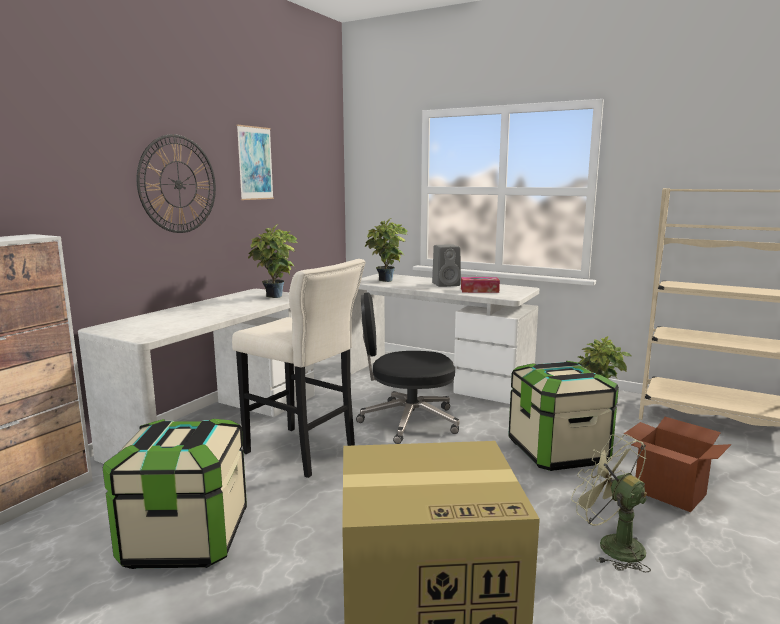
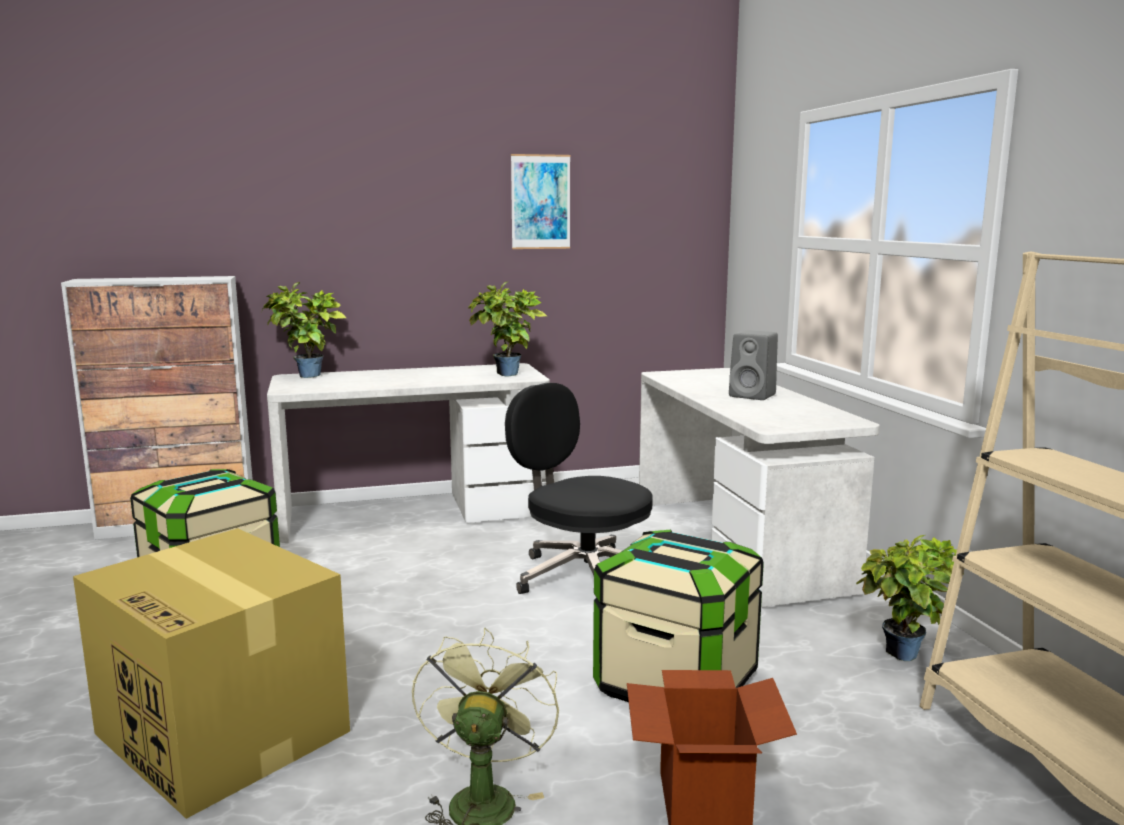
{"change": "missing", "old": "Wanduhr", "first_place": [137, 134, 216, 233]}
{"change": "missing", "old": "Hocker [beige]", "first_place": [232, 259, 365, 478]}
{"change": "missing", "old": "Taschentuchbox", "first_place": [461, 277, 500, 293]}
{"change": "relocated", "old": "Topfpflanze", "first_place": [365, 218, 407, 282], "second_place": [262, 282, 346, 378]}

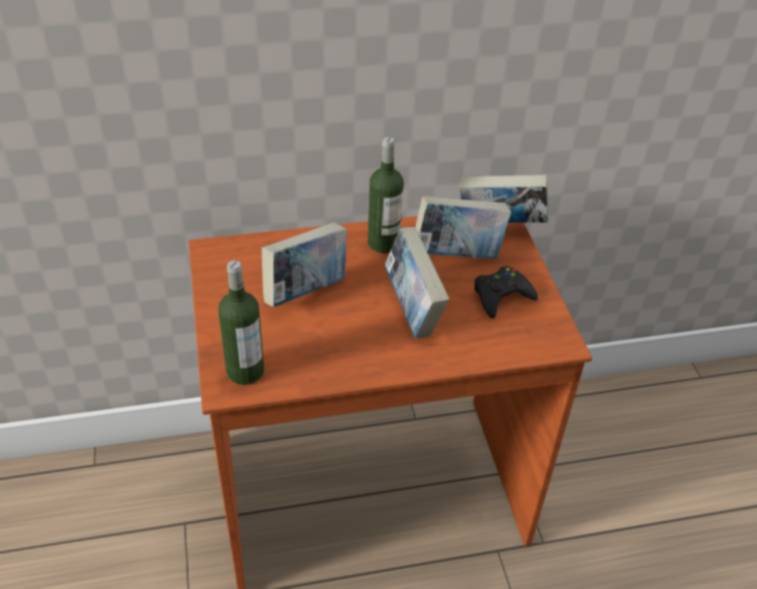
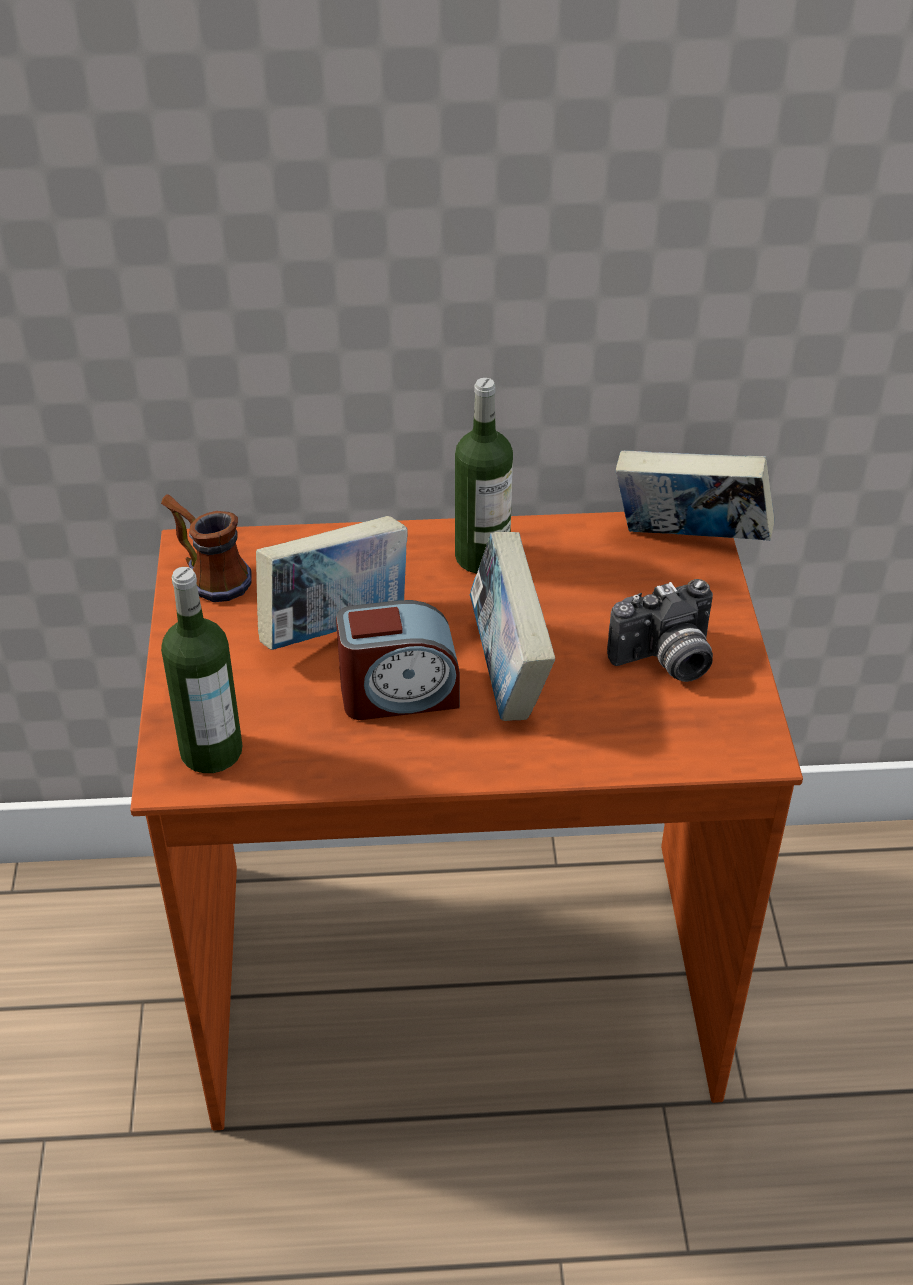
{"change": "missing", "old": "Buch", "first_place": [415, 196, 511, 259]}
{"change": "appeared", "new": "Henkelbecher", "second_place": [161, 494, 252, 602]}
{"change": "appeared", "new": "Wecker", "second_place": [336, 600, 460, 720]}
{"change": "exchanged", "old": "Gamepad [schwarz]", "new": "Kamera", "first_place": [474, 266, 538, 319], "second_place": [607, 579, 713, 682]}

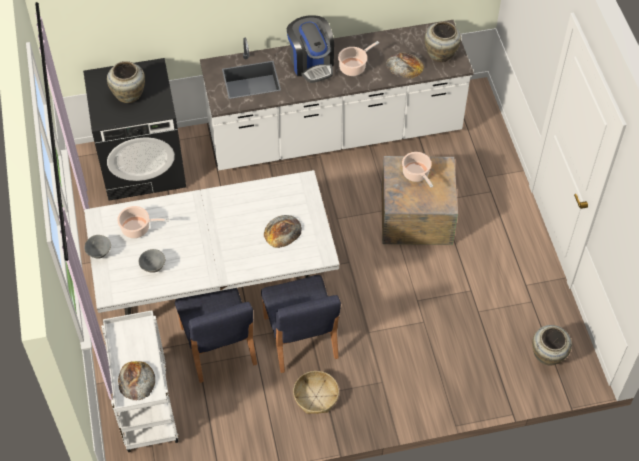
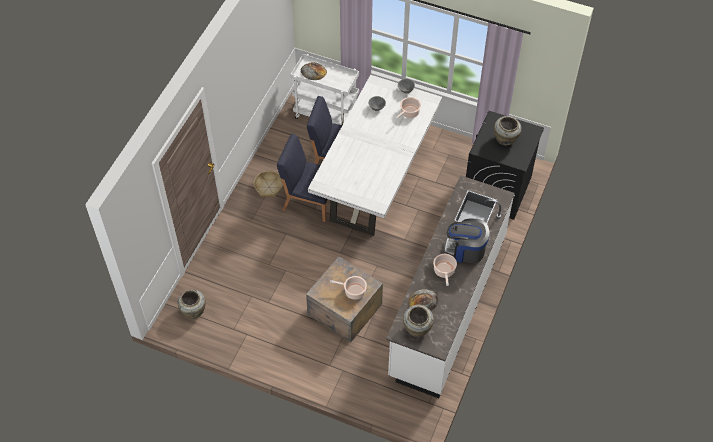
{"change": "missing", "old": "Brot", "first_place": [264, 215, 302, 248]}

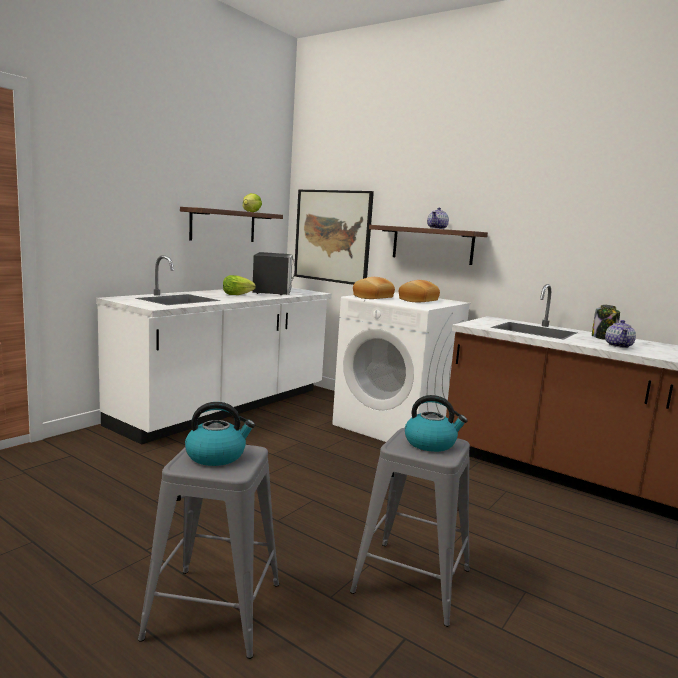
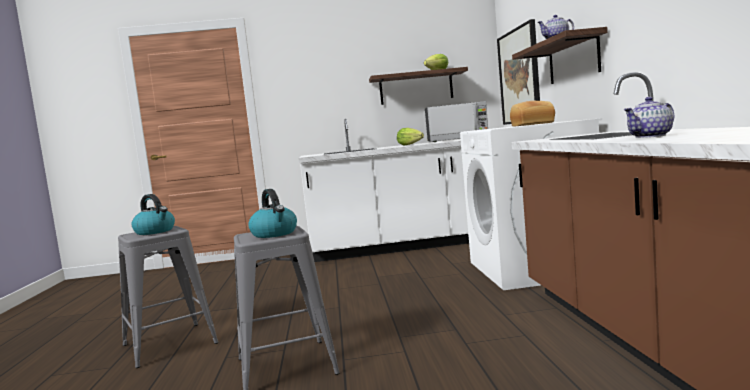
{"change": "missing", "old": "Brot", "first_place": [353, 277, 395, 299]}
{"change": "missing", "old": "Vorratsglas", "first_place": [592, 305, 620, 340]}
{"change": "spun", "old": "Mikrowelle", "first_place": [252, 252, 295, 295], "second_place": [425, 101, 488, 142], "degrees": 45}

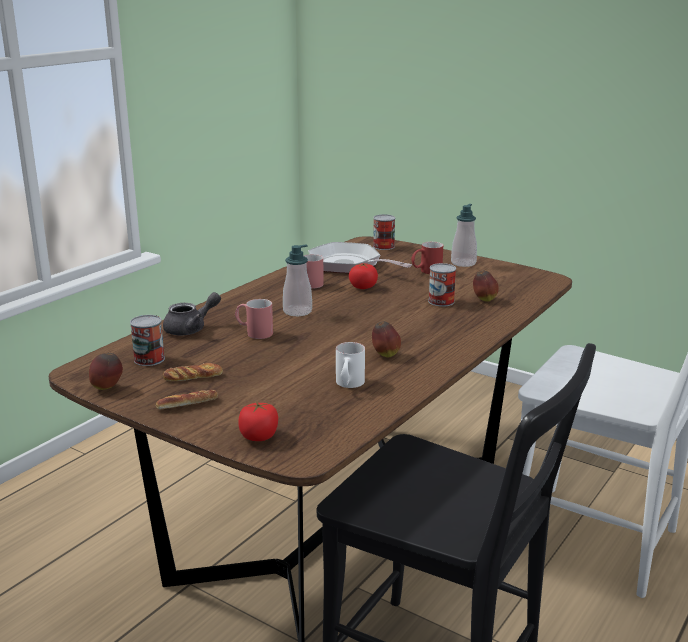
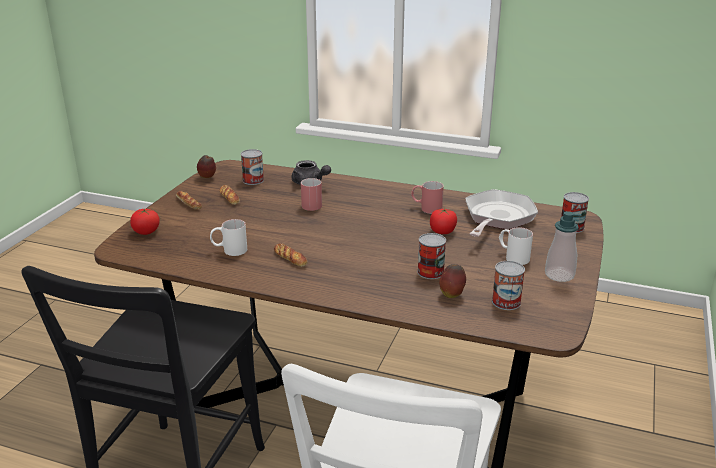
{"change": "missing", "old": "Seifenspender", "first_place": [283, 244, 312, 316]}
{"change": "appeared", "new": "Dose", "second_place": [492, 261, 525, 310]}
{"change": "exchanged", "old": "Apfel", "new": "Brot", "first_place": [372, 321, 401, 357], "second_place": [274, 243, 308, 267]}
{"change": "colour", "old": "Henkelbecher [rot]", "new": "Henkelbecher [weiß]", "first_place": [411, 242, 443, 274], "second_place": [499, 227, 533, 265]}

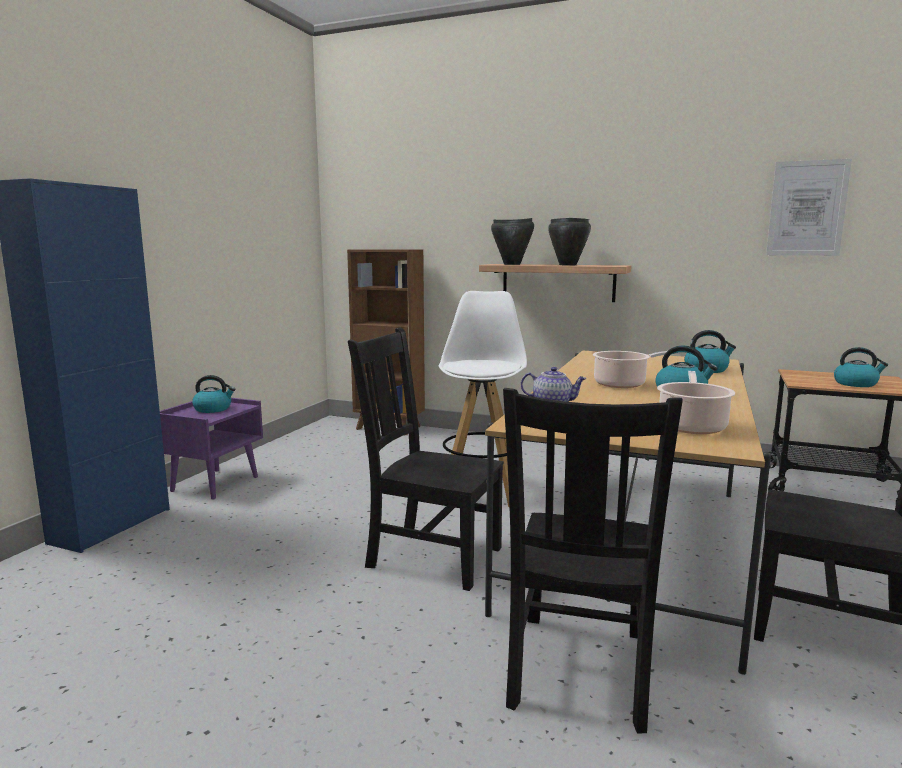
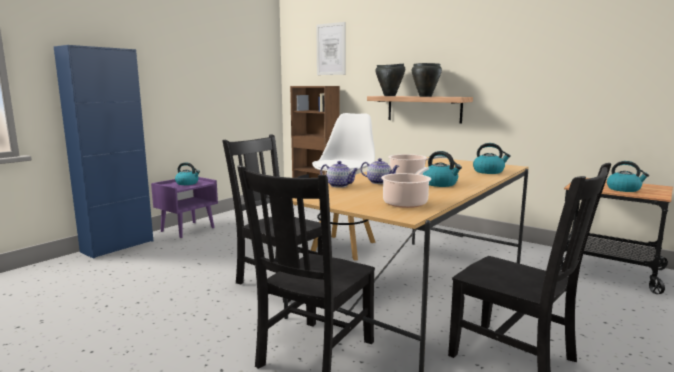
{"change": "appeared", "new": "Teekanne", "second_place": [360, 158, 400, 184]}
{"change": "relocated", "old": "Bild", "first_place": [766, 159, 852, 256], "second_place": [316, 22, 346, 75]}

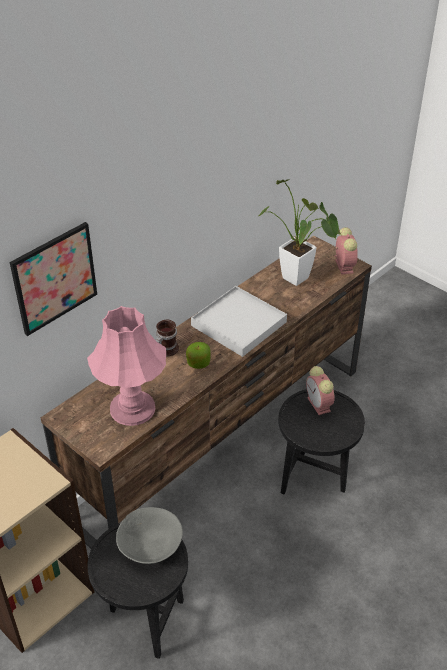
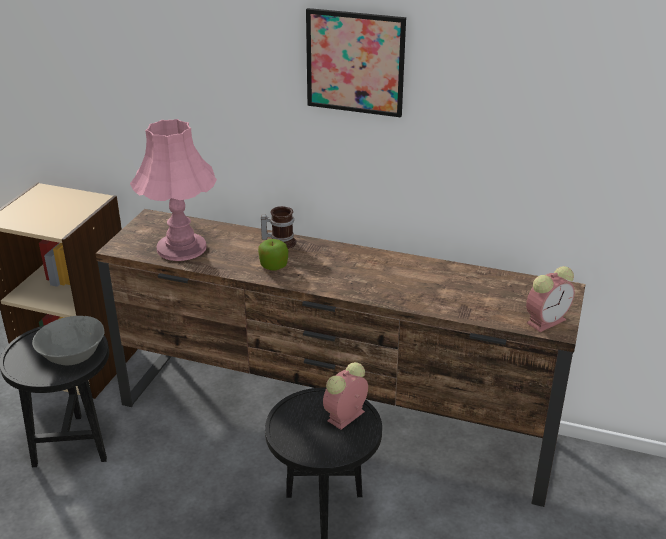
{"change": "missing", "old": "Tablett [weiß]", "first_place": [191, 286, 287, 357]}
{"change": "missing", "old": "Topfpflanze", "first_place": [258, 179, 341, 286]}
{"change": "relocated", "old": "Bild", "first_place": [10, 222, 97, 336], "second_place": [306, 8, 406, 117]}

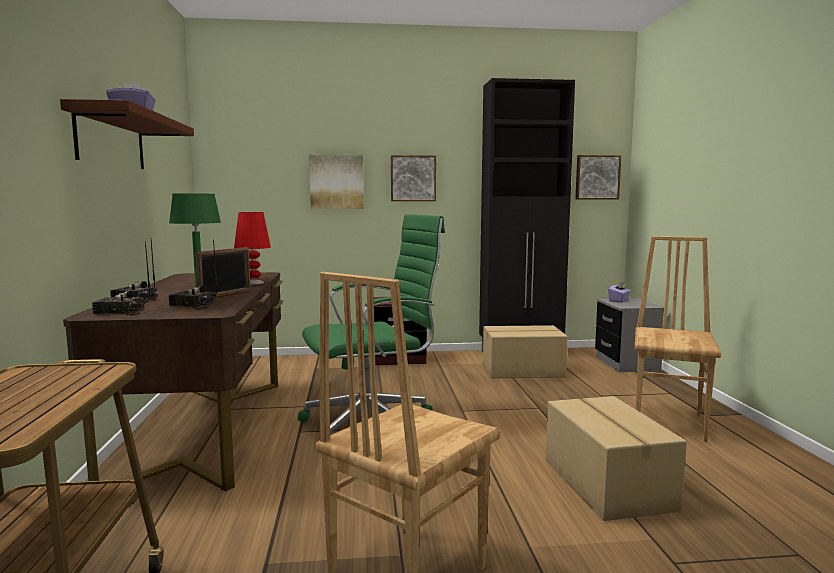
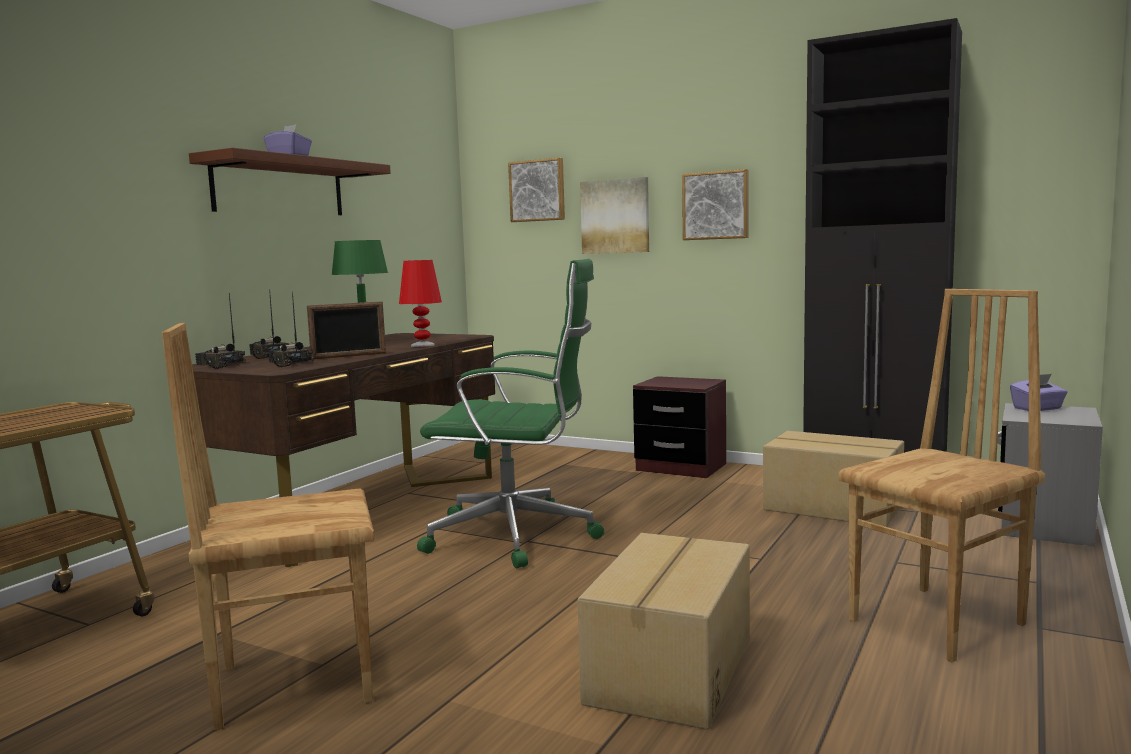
{"change": "relocated", "old": "Bild", "first_place": [575, 155, 621, 200], "second_place": [508, 158, 565, 222]}

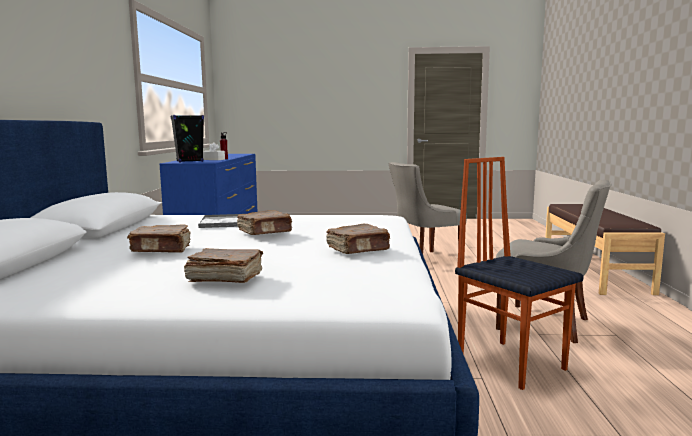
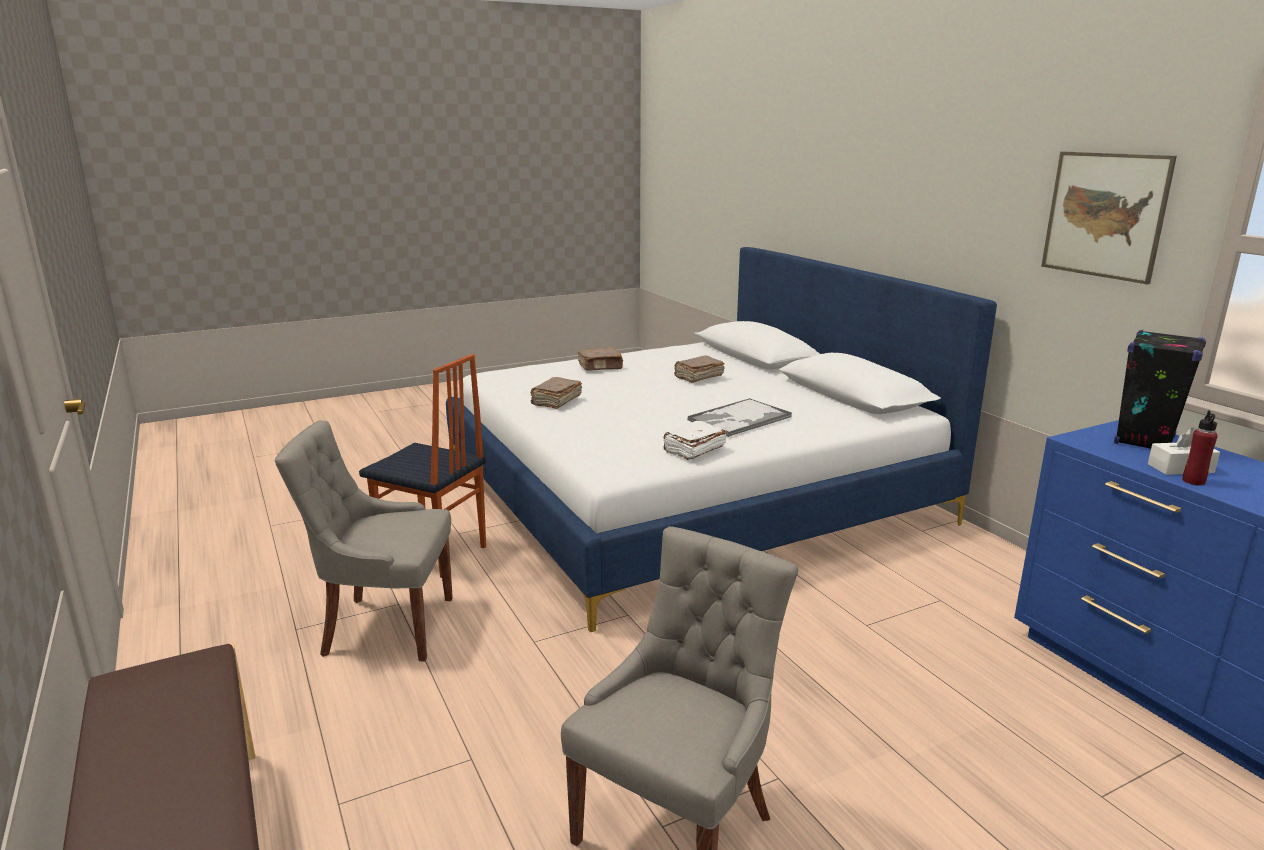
{"change": "missing", "old": "Buch [braun]", "first_place": [237, 210, 292, 235]}
{"change": "appeared", "new": "Buch [weiß]", "second_place": [663, 421, 727, 460]}
{"change": "appeared", "new": "Bild", "second_place": [1041, 151, 1177, 284]}

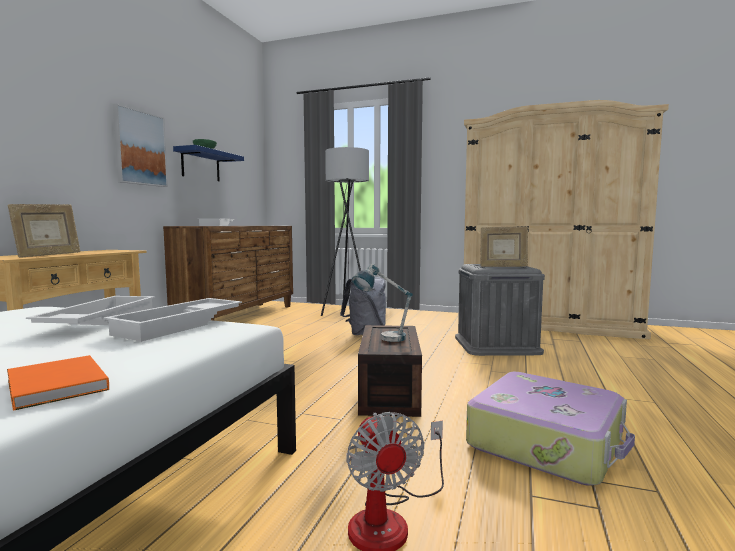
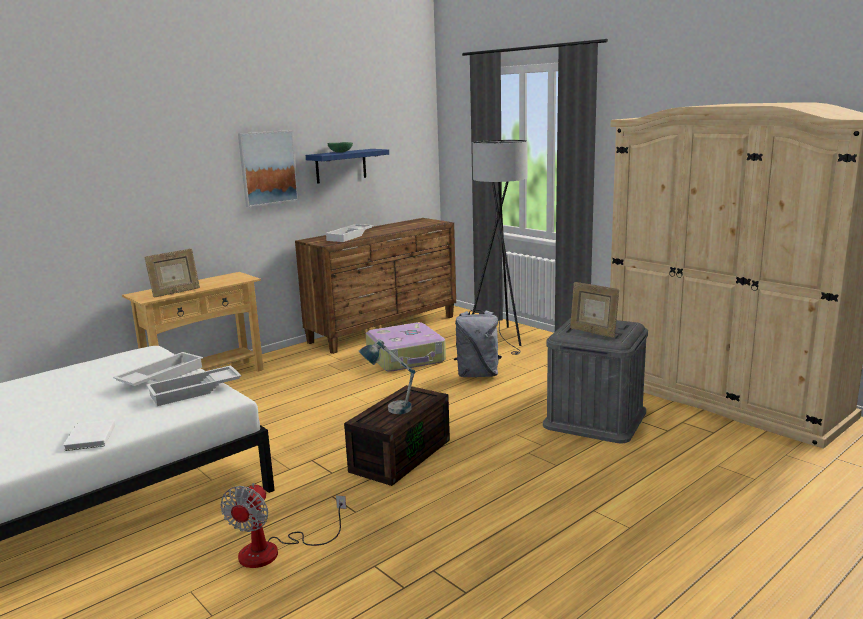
{"change": "relocated", "old": "Koffer", "first_place": [466, 372, 635, 486], "second_place": [366, 322, 446, 372]}
{"change": "colour", "old": "Buch [orange]", "new": "Buch [weiß]", "first_place": [7, 355, 109, 411], "second_place": [63, 419, 116, 451]}

